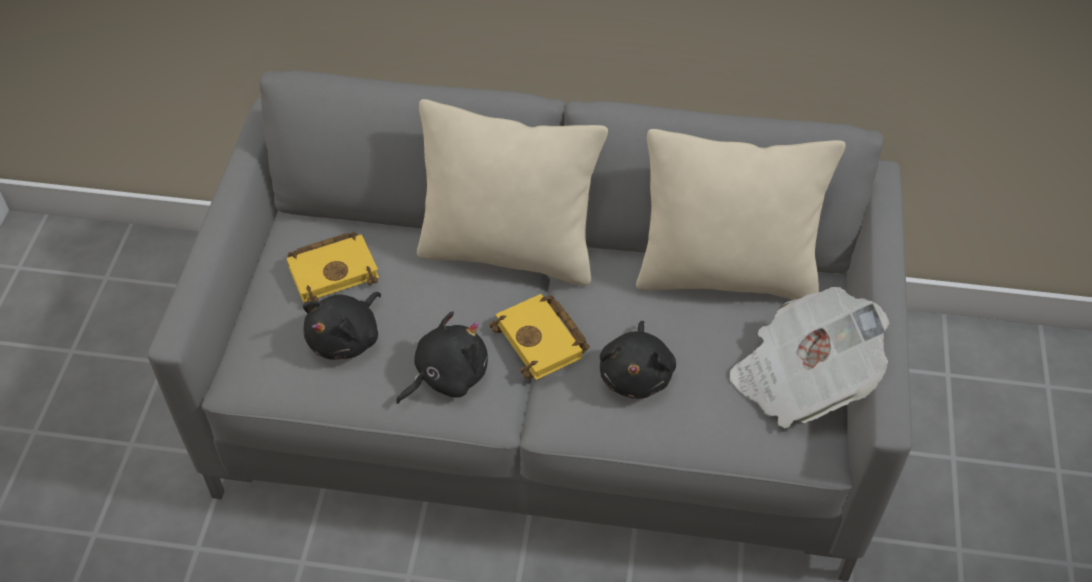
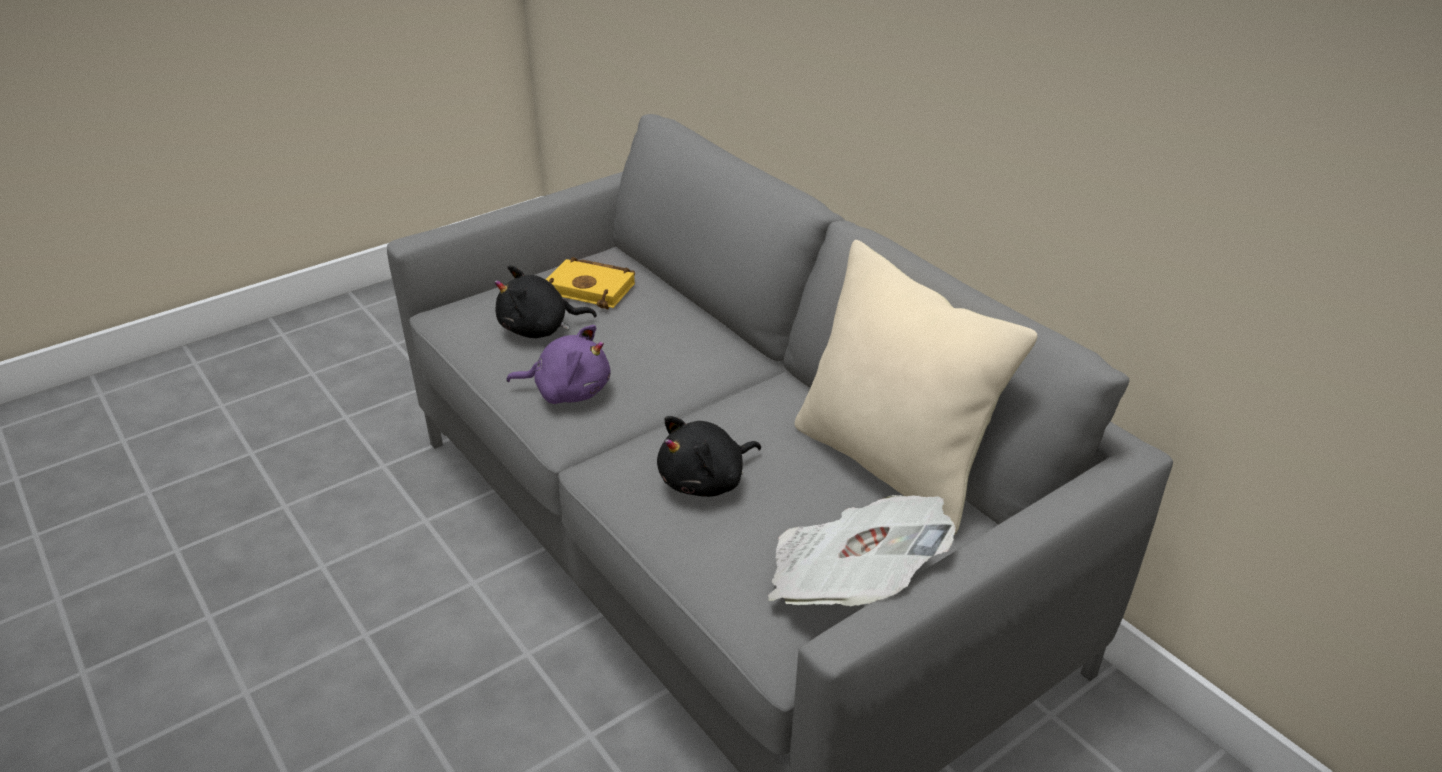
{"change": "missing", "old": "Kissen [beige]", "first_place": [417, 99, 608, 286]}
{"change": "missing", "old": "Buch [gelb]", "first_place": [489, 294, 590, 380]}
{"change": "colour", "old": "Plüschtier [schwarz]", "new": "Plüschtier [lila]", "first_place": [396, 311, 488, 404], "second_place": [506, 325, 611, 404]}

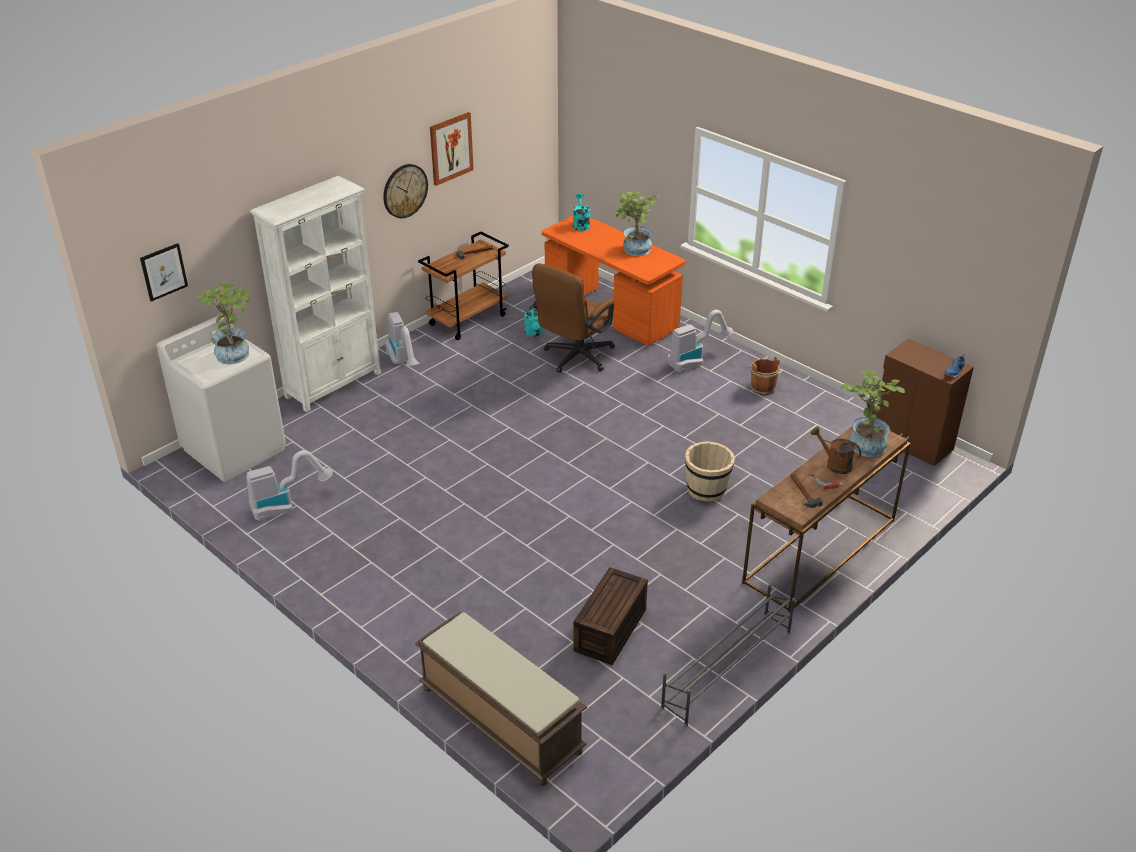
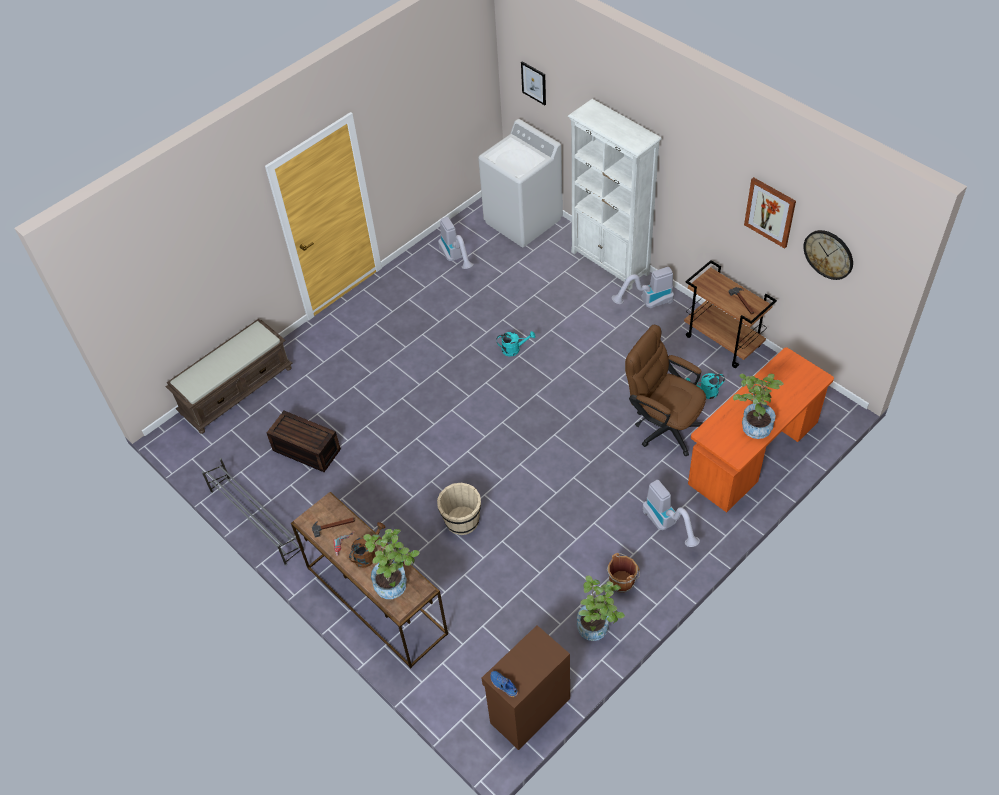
{"change": "relocated", "old": "Topfpflanze", "first_place": [195, 281, 251, 365], "second_place": [577, 576, 625, 641]}
{"change": "relocated", "old": "Wanduhr", "first_place": [383, 164, 428, 218], "second_place": [803, 230, 853, 280]}
{"change": "relocated", "old": "Gießkanne [türkis]", "first_place": [573, 193, 591, 231], "second_place": [496, 331, 535, 357]}

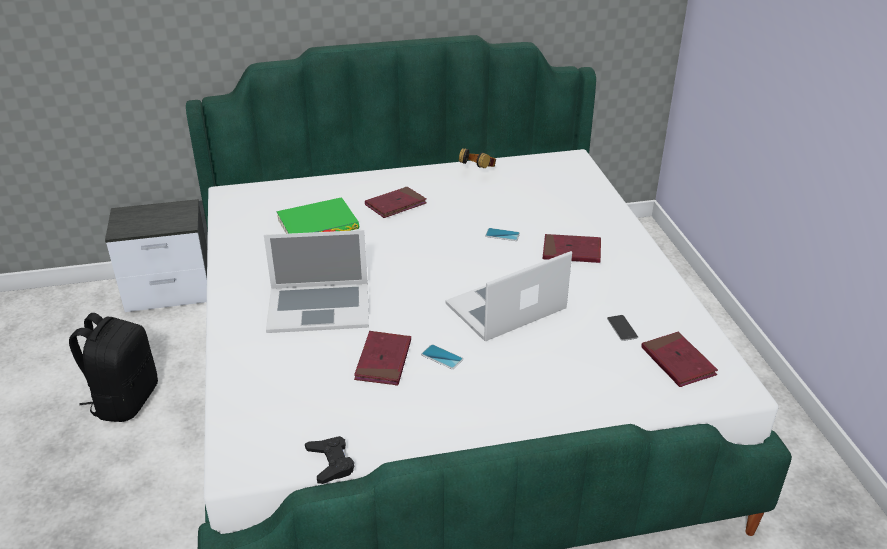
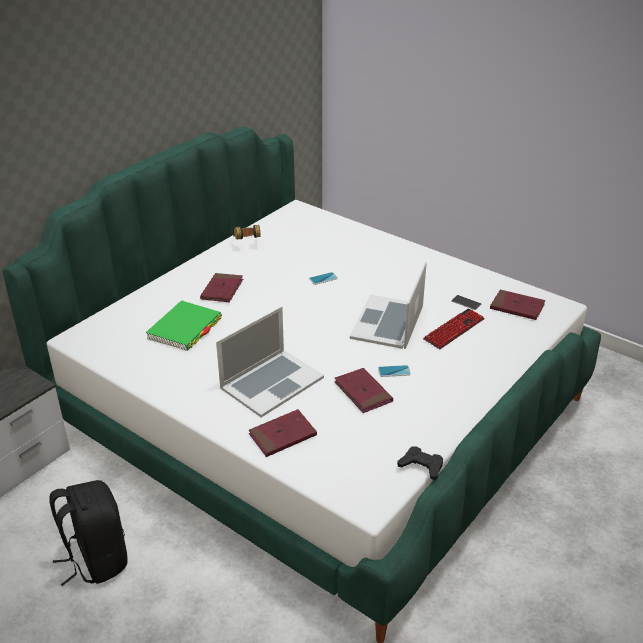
{"change": "appeared", "new": "Tastatur", "second_place": [423, 309, 485, 349]}
{"change": "relocated", "old": "Buch [rot]", "first_place": [543, 234, 601, 263], "second_place": [249, 409, 317, 457]}

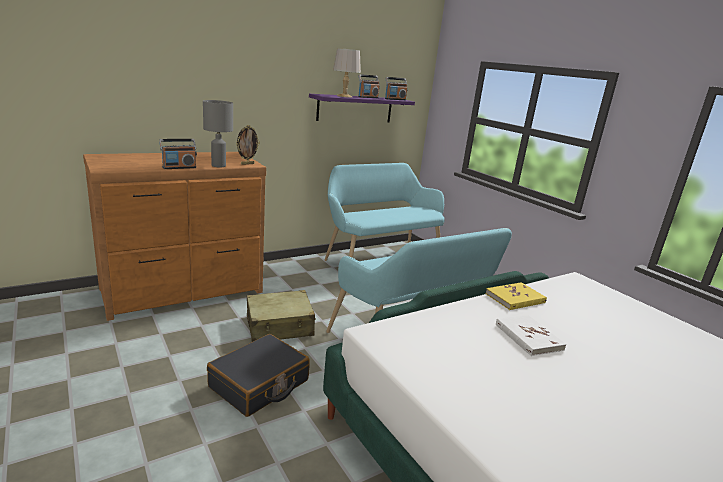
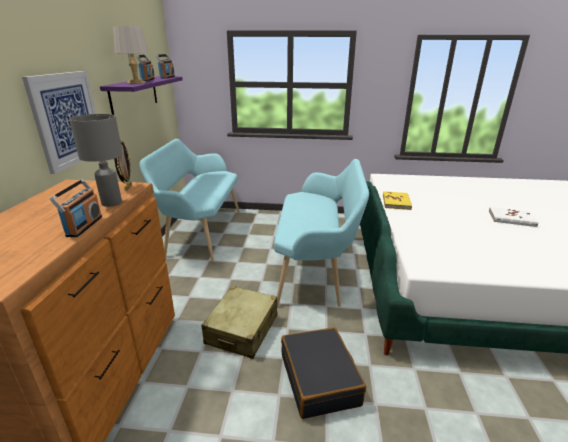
{"change": "appeared", "new": "Bild", "second_place": [22, 71, 96, 174]}
{"change": "relocated", "old": "Buch [weiß]", "first_place": [496, 315, 567, 356], "second_place": [489, 207, 539, 227]}

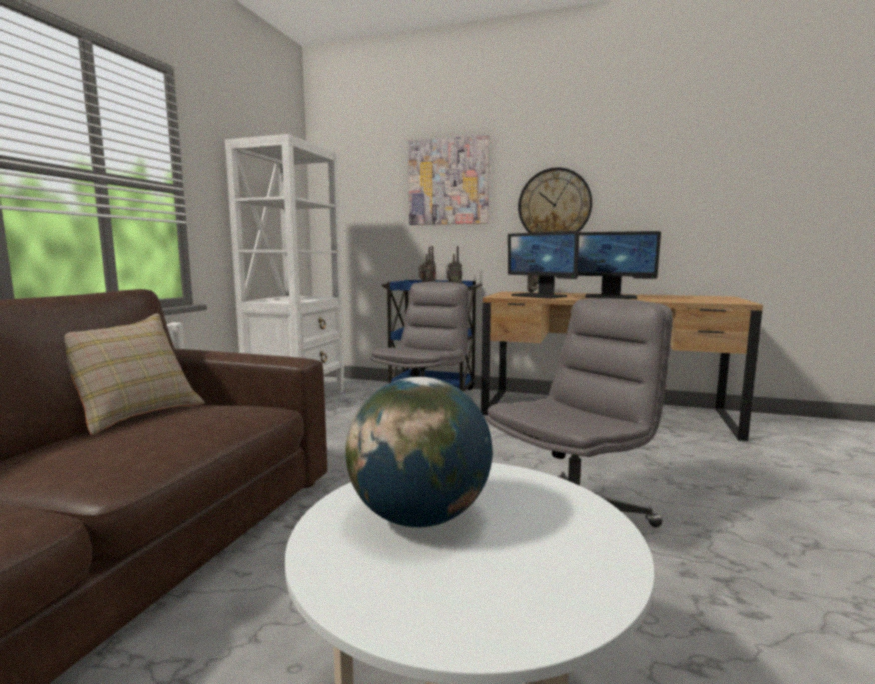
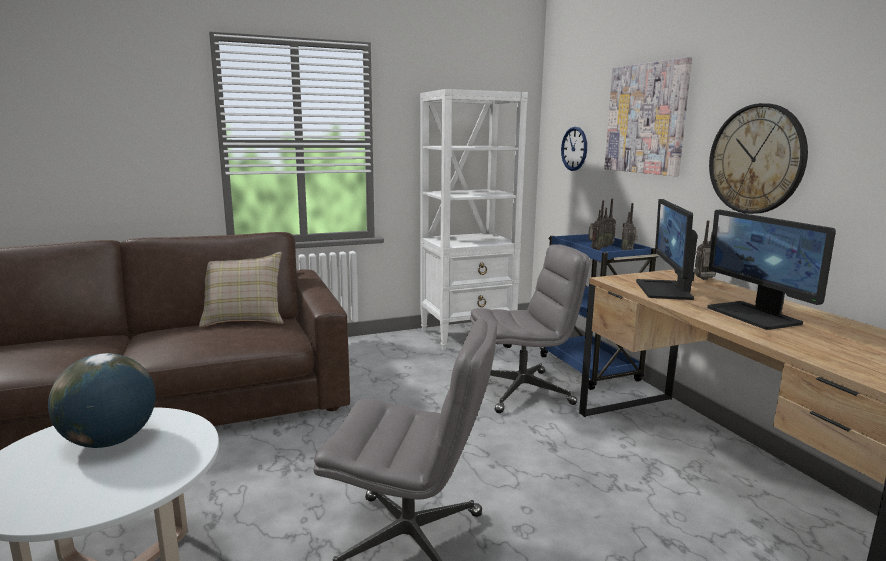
{"change": "appeared", "new": "Wanduhr", "second_place": [561, 127, 587, 171]}

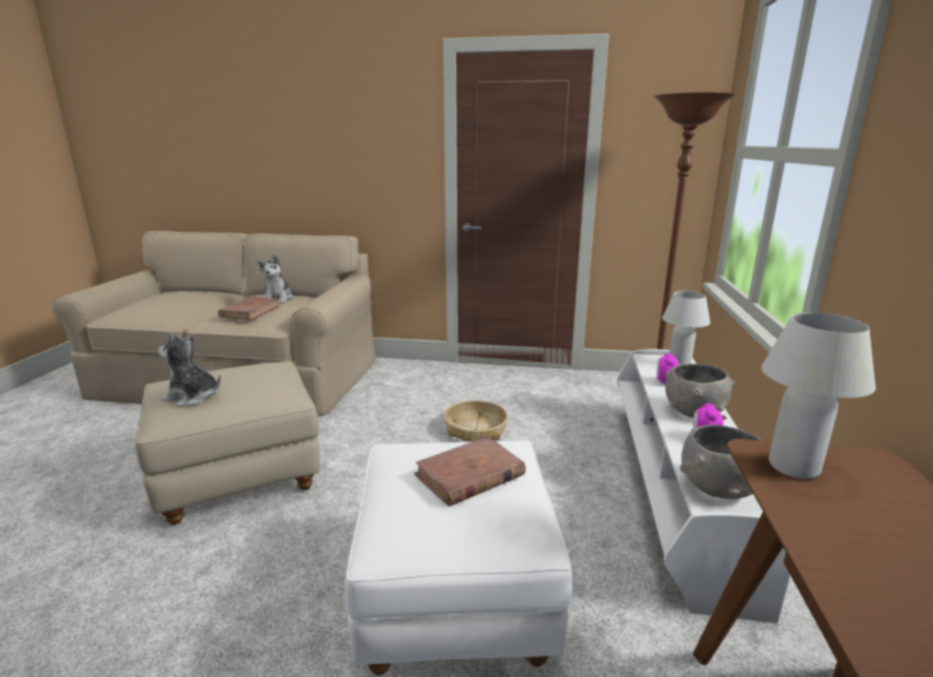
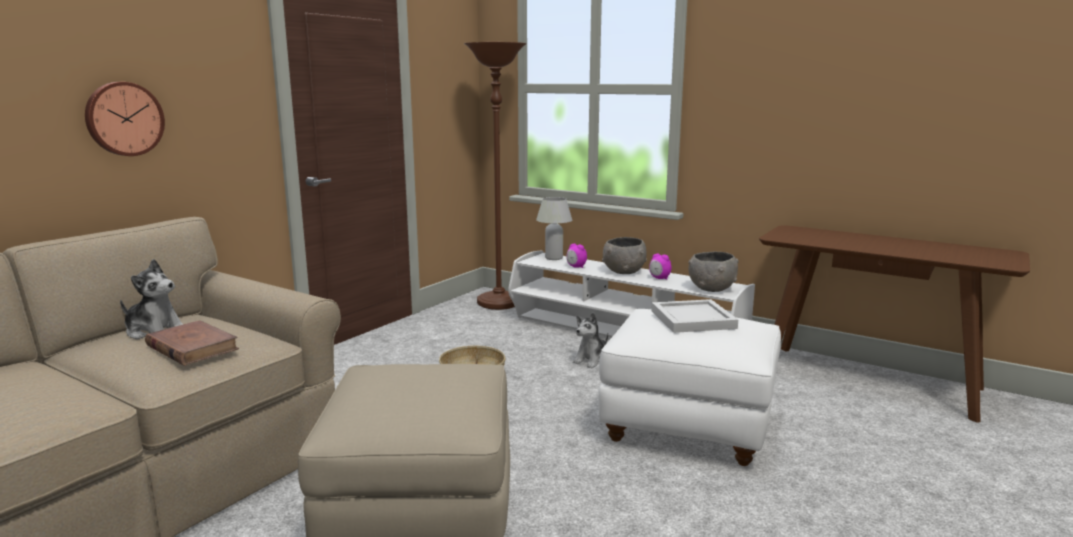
{"change": "missing", "old": "Tischlampe [weiß]", "first_place": [761, 312, 876, 479]}
{"change": "appeared", "new": "Wanduhr", "second_place": [85, 82, 165, 156]}
{"change": "relocated", "old": "Plüschtier", "first_place": [158, 333, 221, 406], "second_place": [573, 313, 608, 369]}
{"change": "exchanged", "old": "Buch [braun]", "new": "Tablett [weiß]", "first_place": [414, 436, 526, 507], "second_place": [651, 299, 738, 333]}

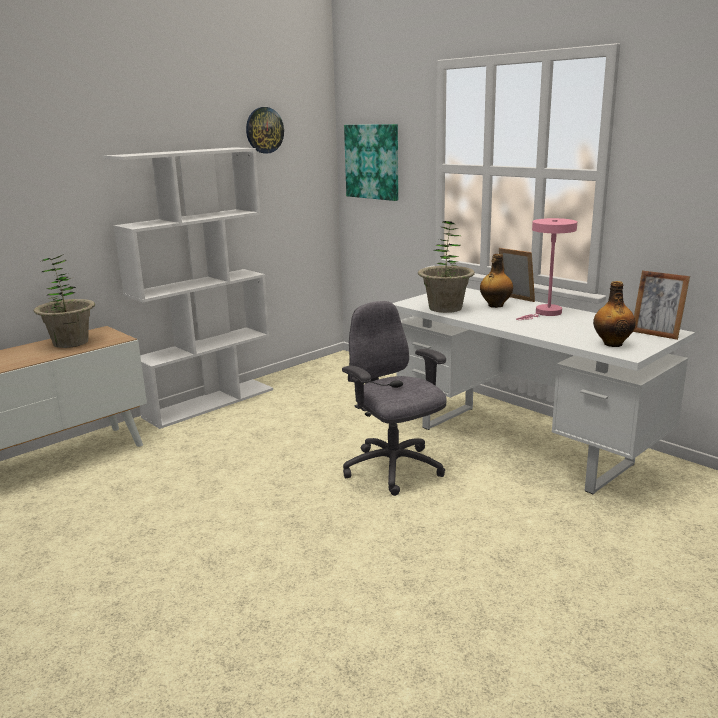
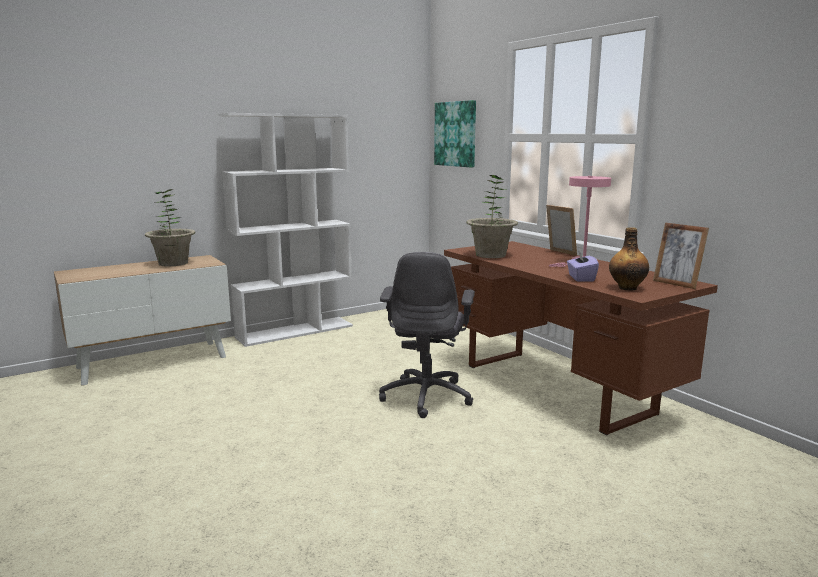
{"change": "missing", "old": "Wanduhr", "first_place": [246, 107, 284, 154]}
{"change": "missing", "old": "Flasche", "first_place": [480, 254, 513, 308]}
{"change": "appeared", "new": "Taschentuchbox [lila]", "second_place": [567, 250, 599, 281]}
{"change": "colour", "old": "Schreibtisch [weiß]", "new": "Schreibtisch [braun]", "first_place": [393, 288, 695, 494], "second_place": [444, 241, 718, 436]}
{"change": "spun", "old": "Bürostuhl [grau]", "first_place": [342, 301, 447, 496], "second_place": [379, 252, 475, 418], "degrees": -150}

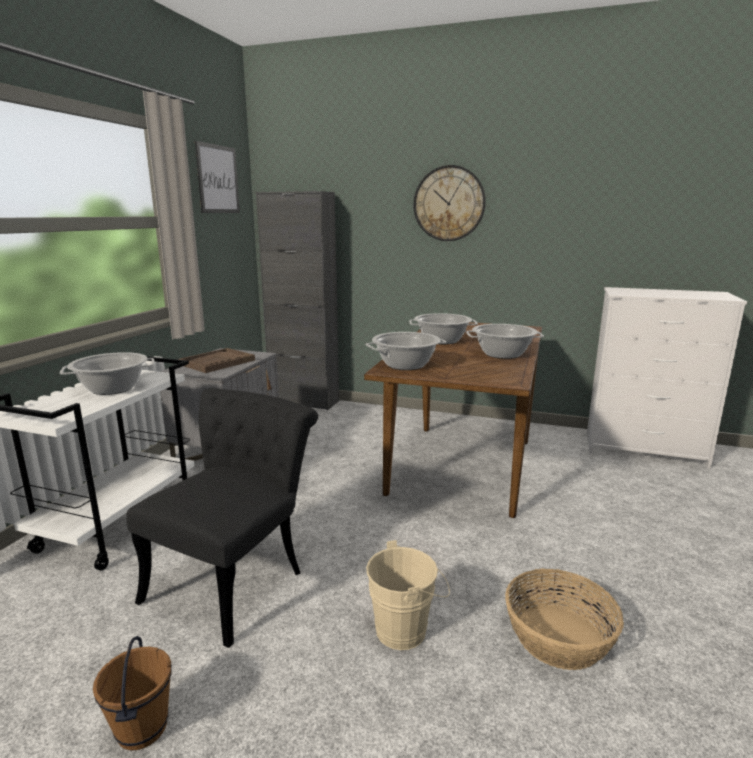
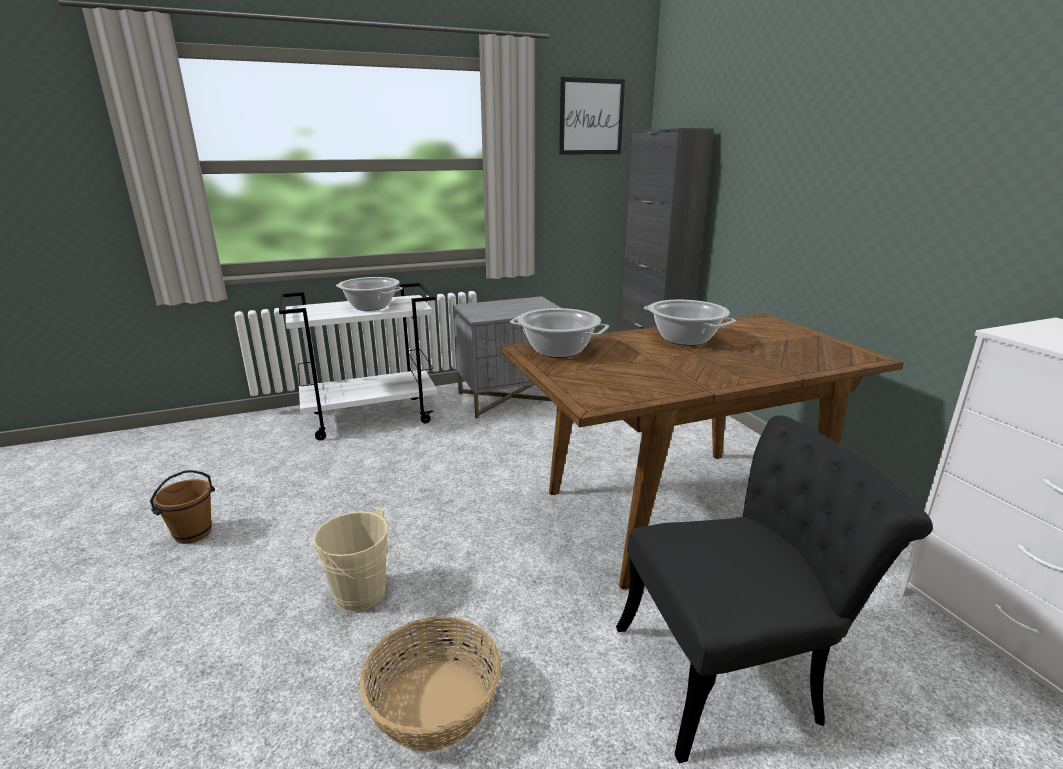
{"change": "missing", "old": "Tablett [braun]", "first_place": [178, 348, 255, 373]}
{"change": "missing", "old": "Wanduhr", "first_place": [413, 165, 486, 241]}
{"change": "missing", "old": "Kochtopf", "first_place": [466, 324, 544, 359]}
{"change": "relocated", "old": "Stuhl [schwarz]", "first_place": [126, 388, 318, 648], "second_place": [616, 415, 933, 763]}

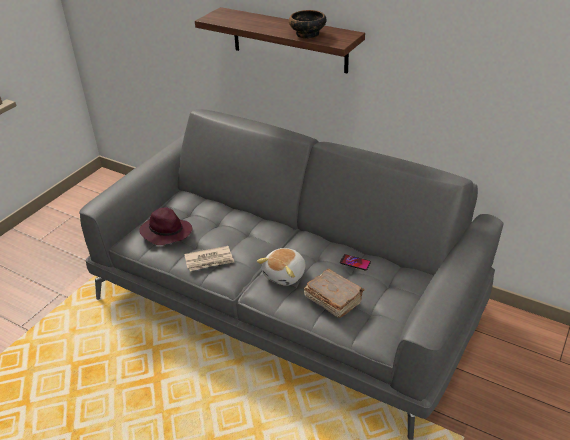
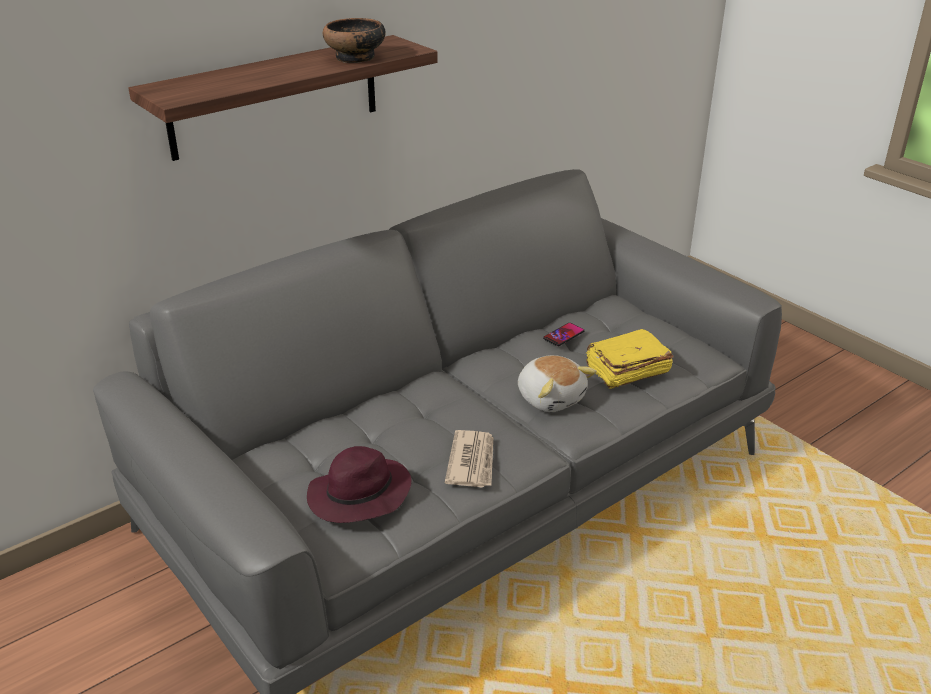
{"change": "colour", "old": "Buch [braun]", "new": "Buch [gelb]", "first_place": [304, 269, 364, 318], "second_place": [586, 329, 674, 389]}

